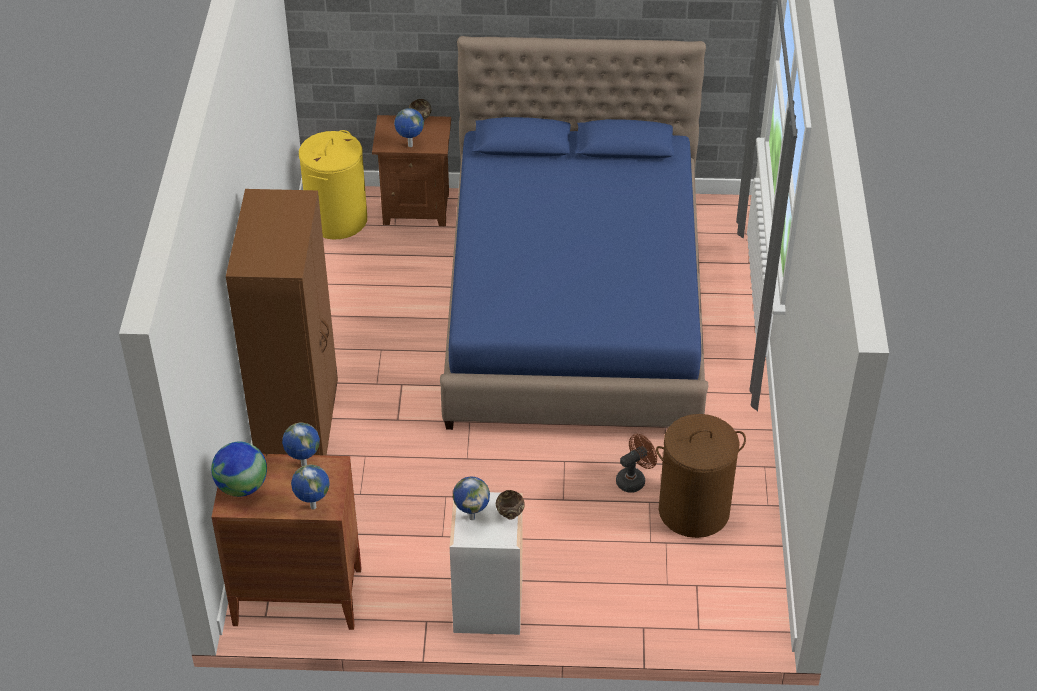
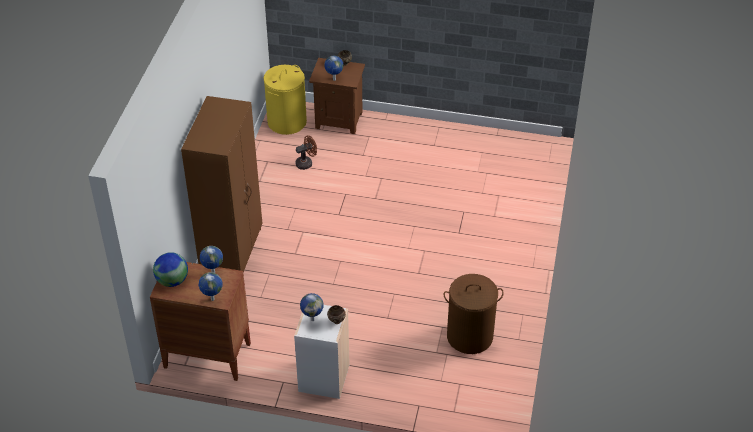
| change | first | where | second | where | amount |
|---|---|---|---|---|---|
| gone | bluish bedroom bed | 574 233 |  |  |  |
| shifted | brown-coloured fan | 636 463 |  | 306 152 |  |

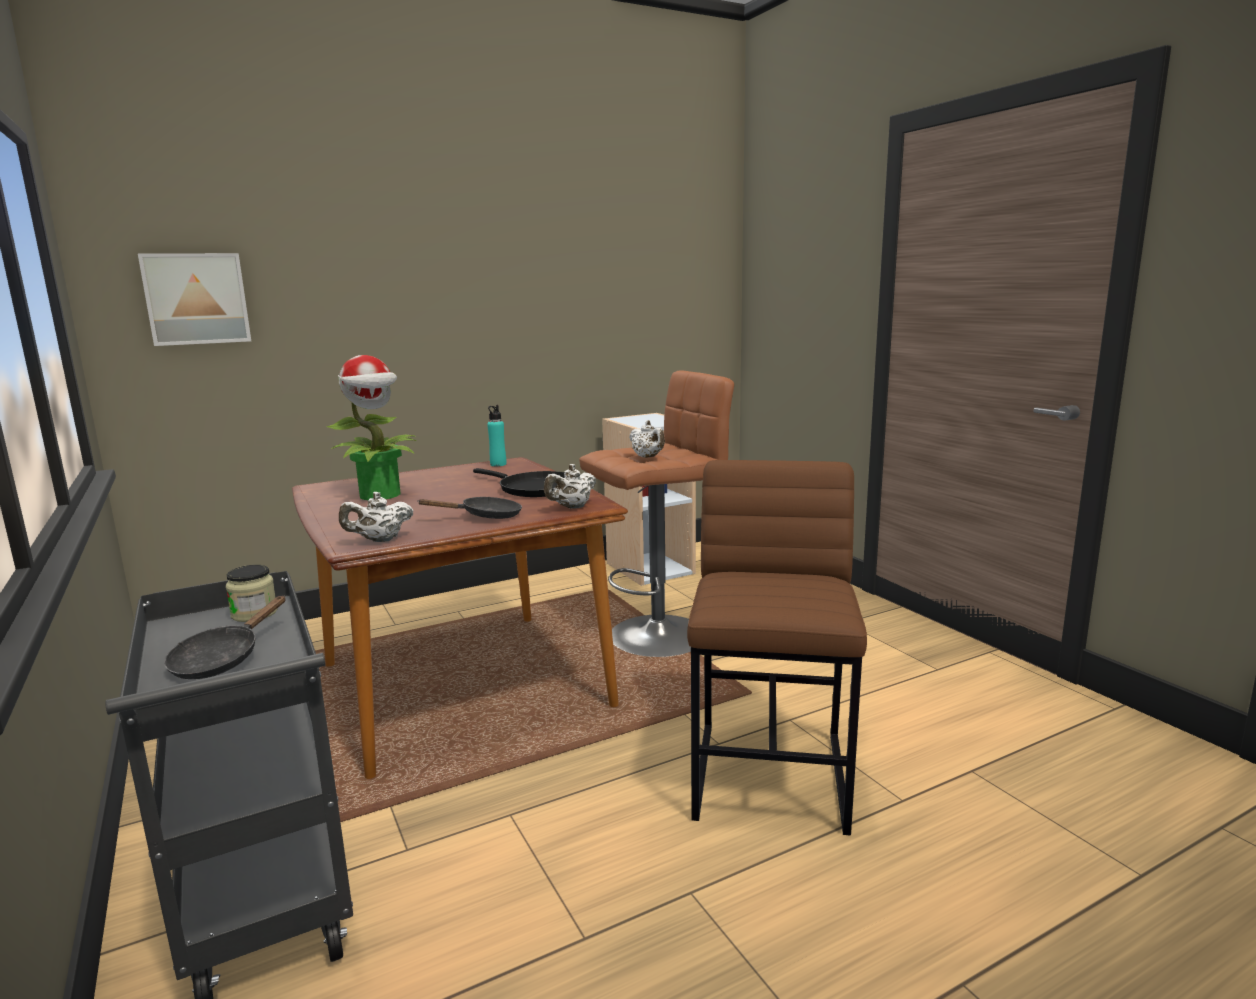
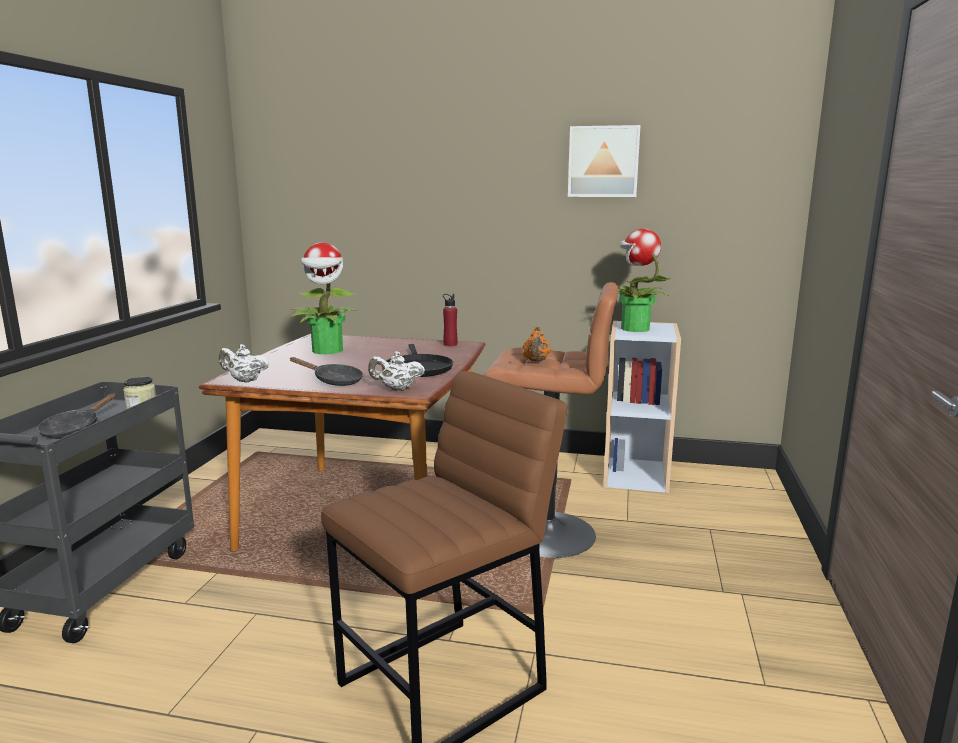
| change | first | where | second | where | amount |
|---|---|---|---|---|---|
| shifted | wall picture | 194 299 |  | 604 161 |  |
| rotated | black-coloured skillet | 225 637 |  | 76 416 | 45 degrees counterclockwise |
| repainted | turquoise-coloured drink bottle | 496 435 | red-coloured drink bottle | 450 320 |  |
| repainted | white teapot | 647 439 | orange-coloured teapot | 536 344 |  |
| new |  |  | houseplant | 644 280 |  |

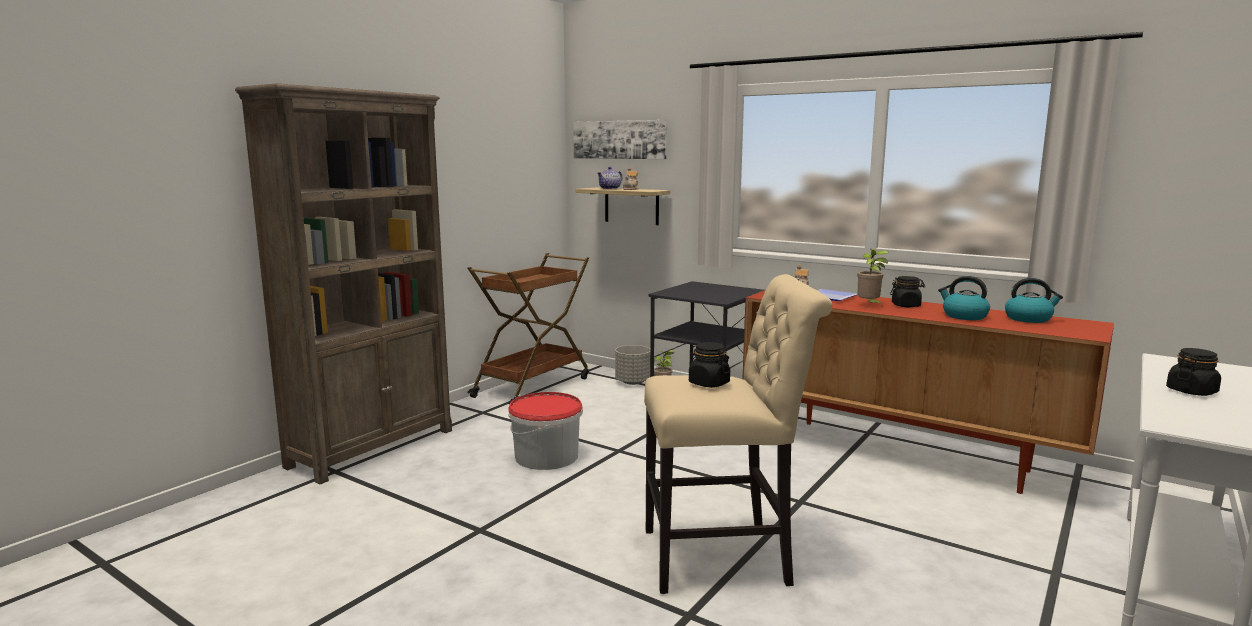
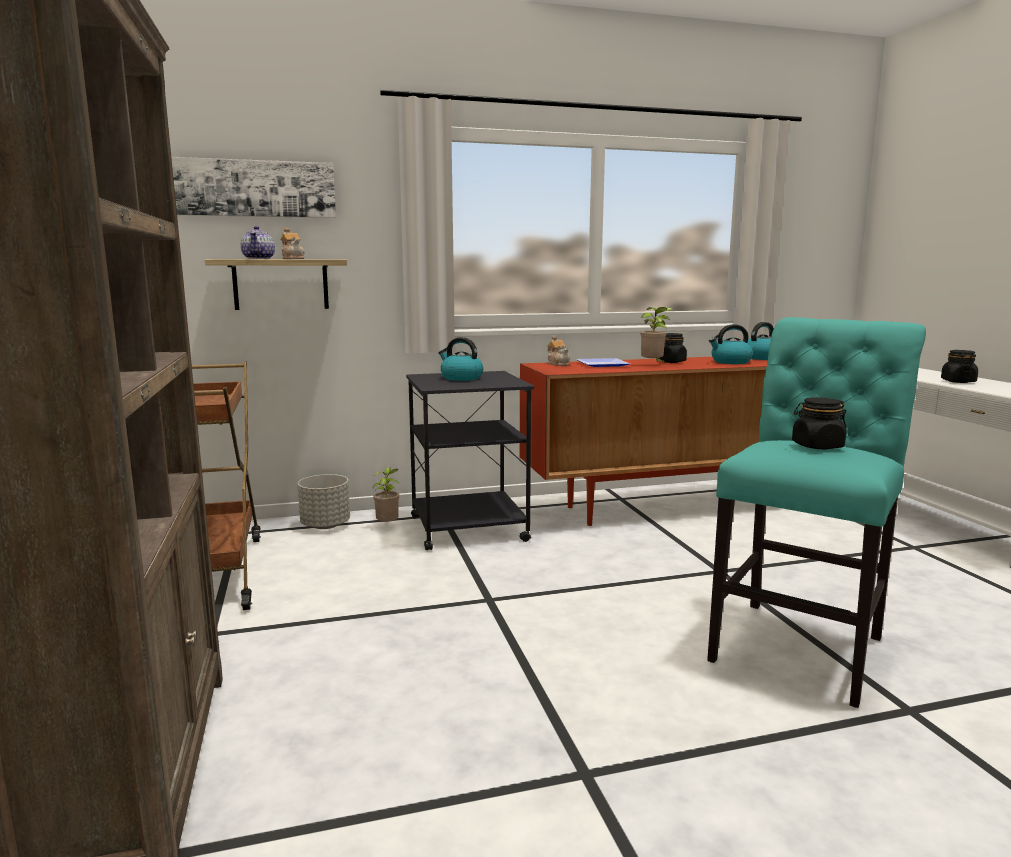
| change | first | where | second | where | amount |
|---|---|---|---|---|---|
| gone | water bucket | 545 431 |  |  |  |
| repainted | sand-coloured stool seat | 738 434 | turquoise-coloured stool seat | 816 512 |  |
| new |  |  | kettle | 461 359 |  |

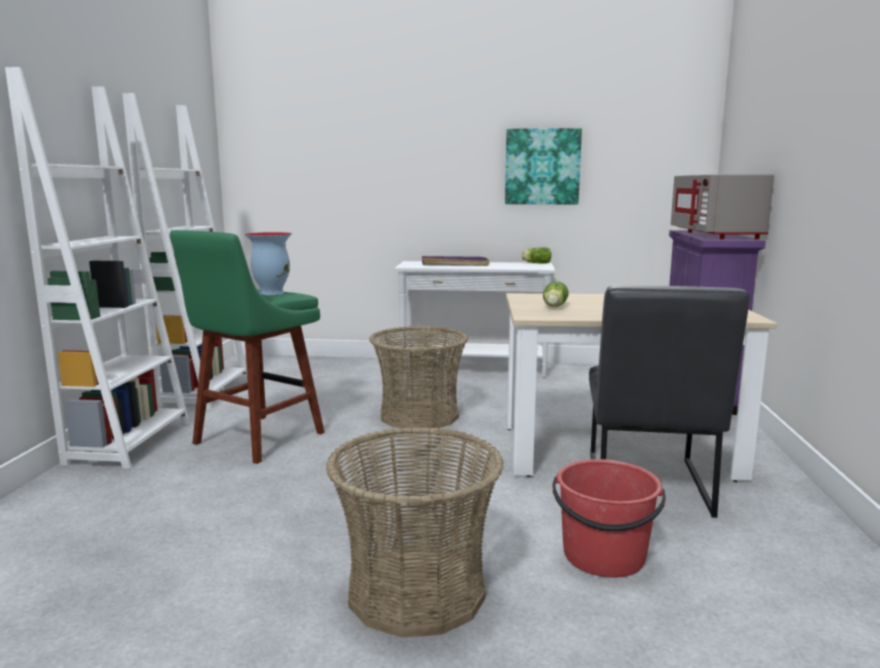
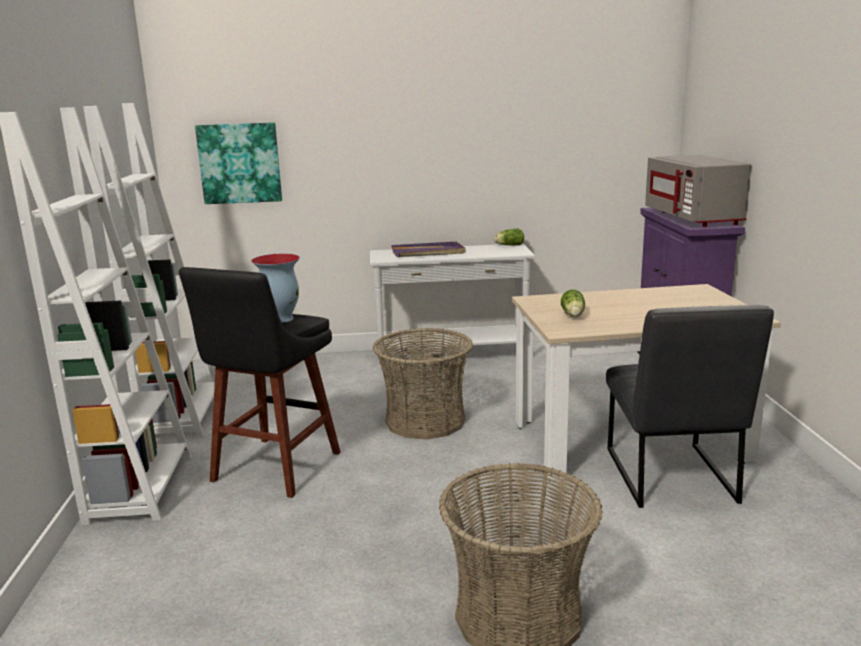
| change | first | where | second | where | amount |
|---|---|---|---|---|---|
| repainted | green-coloured stool seat | 247 347 | black-coloured stool seat | 259 382 |  |
| shifted | wall picture | 543 166 |  | 238 163 |  |
| gone | red-coloured water bucket | 609 518 |  |  |  |

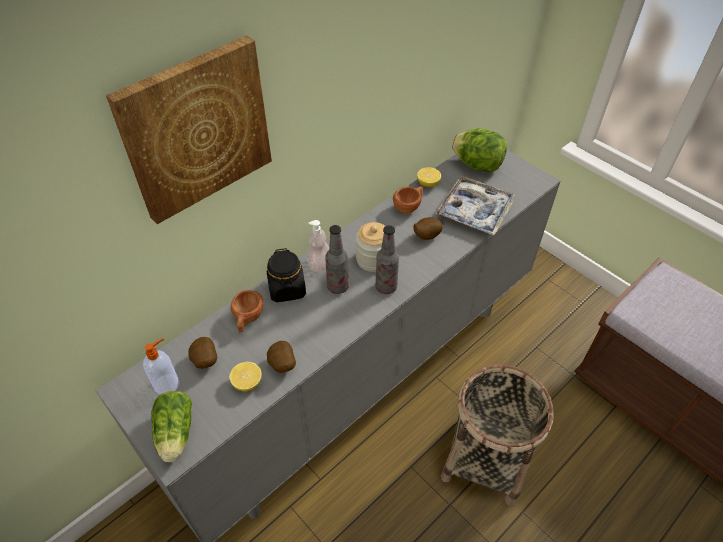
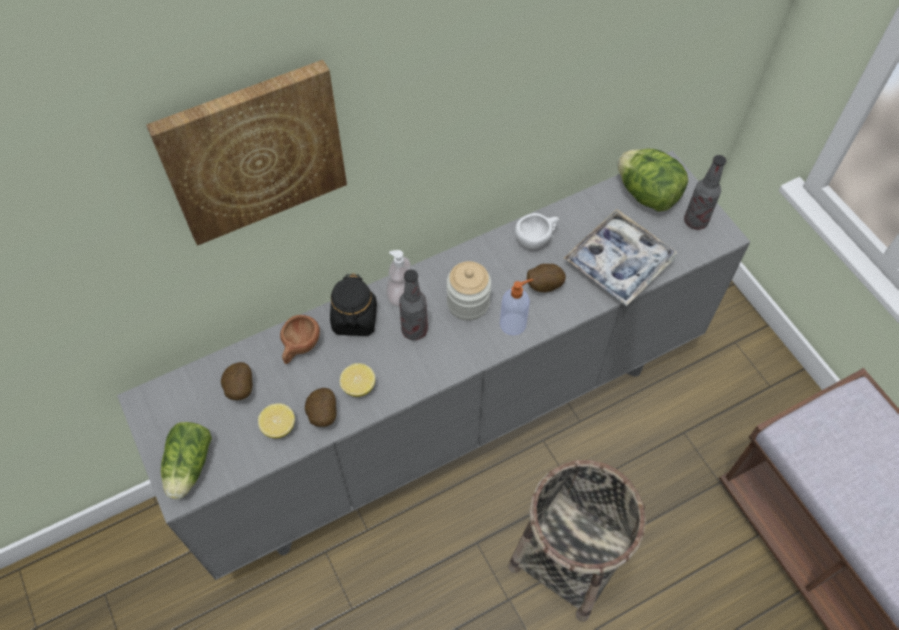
| change | first | where | second | where | amount |
|---|---|---|---|---|---|
| shifted | liquid soap bottle | 161 366 |  | 516 307 |  |
| shifted | drink bottle | 387 259 |  | 705 192 |  |
| repainted | brown-coloured drinking cup | 408 200 | white drinking cup | 537 231 |  |
| shifted | citrus fruit | 429 177 |  | 357 380 |  |

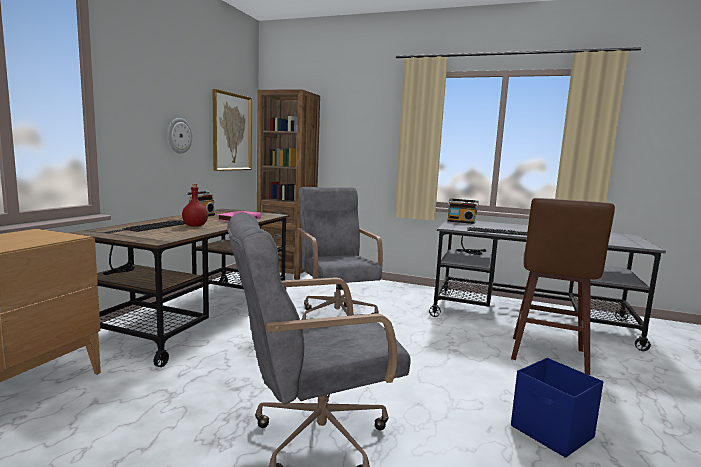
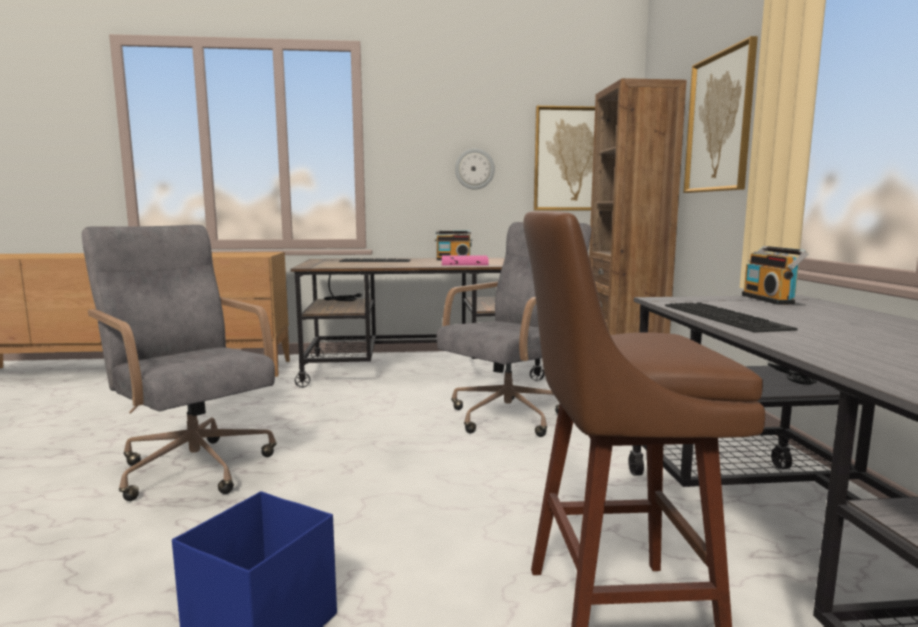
| change | first | where | second | where | amount |
|---|---|---|---|---|---|
| gone | red-coloured drink bottle | 195 205 |  |  |  |
| new |  |  | wall picture | 721 114 |  |

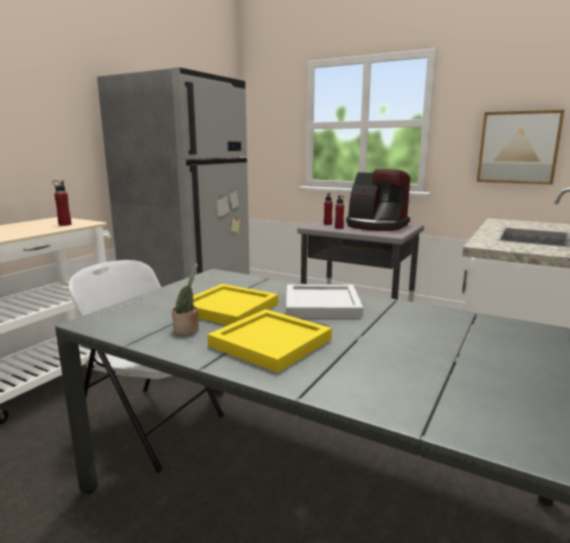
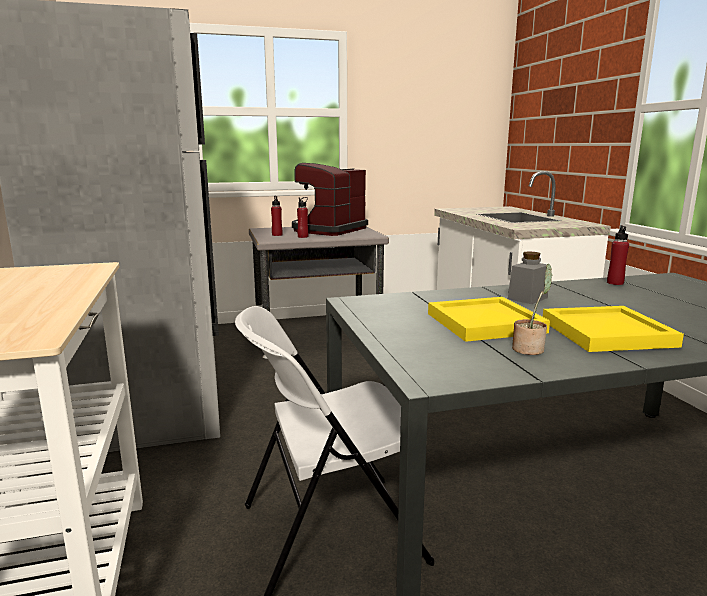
| change | first | where | second | where | amount |
|---|---|---|---|---|---|
| shifted | red-coloured drink bottle | 62 203 |  | 618 255 |  |
| swapped | white carrying tray | 324 301 | gray storage jar | 528 277 |  |
| rotated | coffee brewer | 378 200 |  | 330 199 | 135 degrees clockwise |
| gone | wall picture | 521 147 |  |  |  |

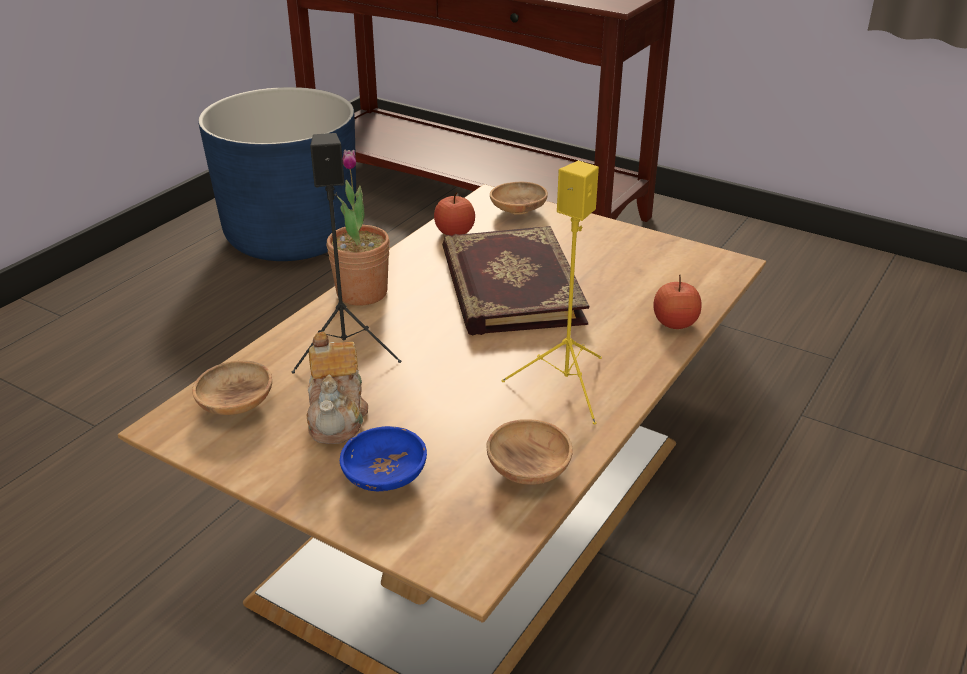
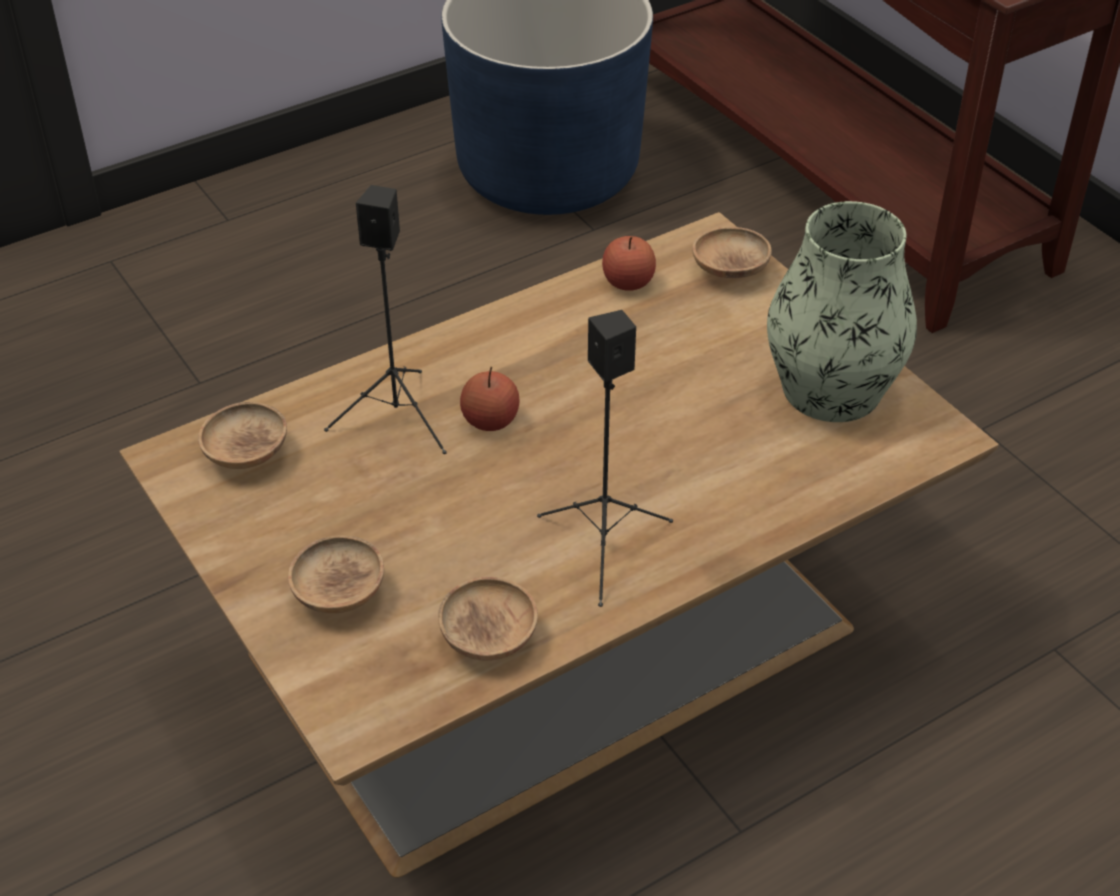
| change | first | where | second | where | amount |
|---|---|---|---|---|---|
| gone | teapot | 337 387 |  |  |  |
| gone | houseplant | 358 228 |  |  |  |
| repainted | bluish deep dish | 383 458 | brown-coloured deep dish | 336 574 |  |
| gone | bound book | 515 280 |  |  |  |
| repainted | yellowish loudspeaker | 552 292 | black-coloured loudspeaker | 605 458 |  |
| shifted | whole apple | 677 301 |  | 490 399 |  |
| new |  |  | vase | 842 311 |  |

